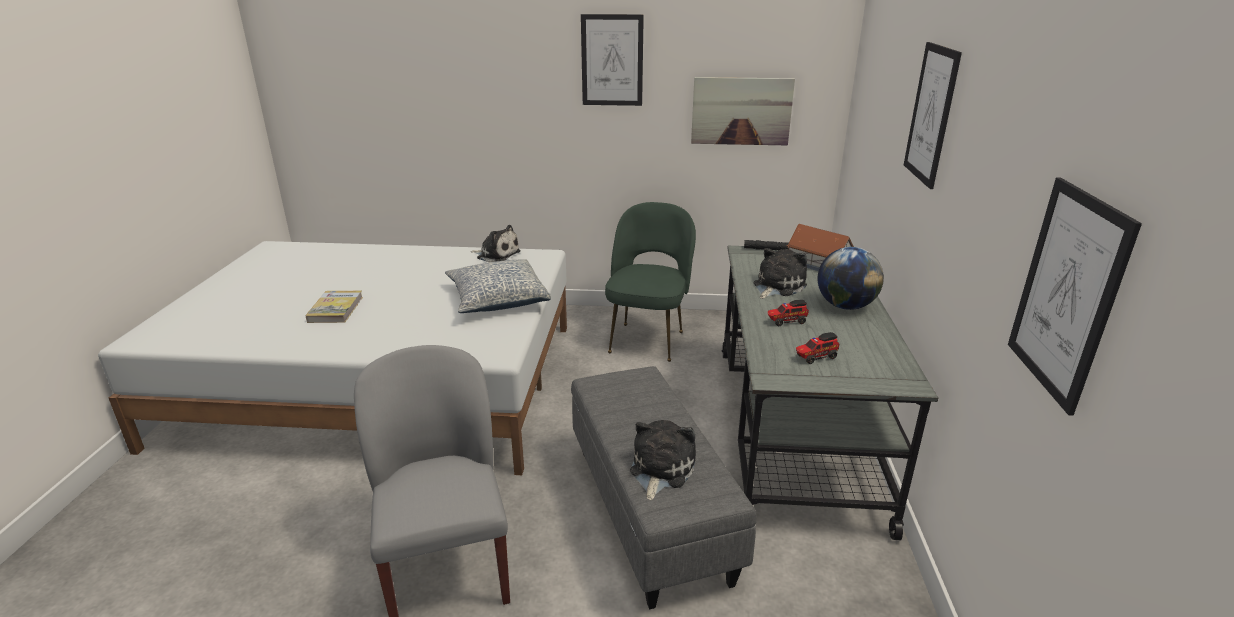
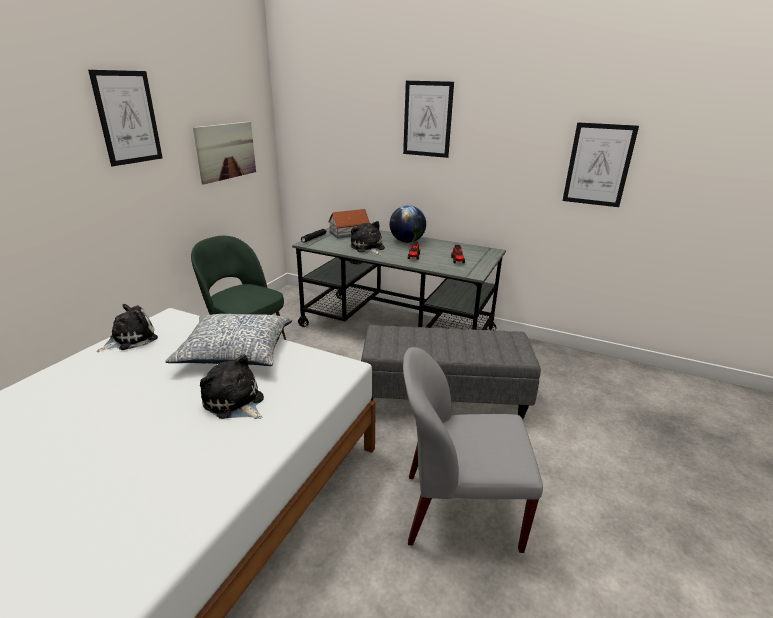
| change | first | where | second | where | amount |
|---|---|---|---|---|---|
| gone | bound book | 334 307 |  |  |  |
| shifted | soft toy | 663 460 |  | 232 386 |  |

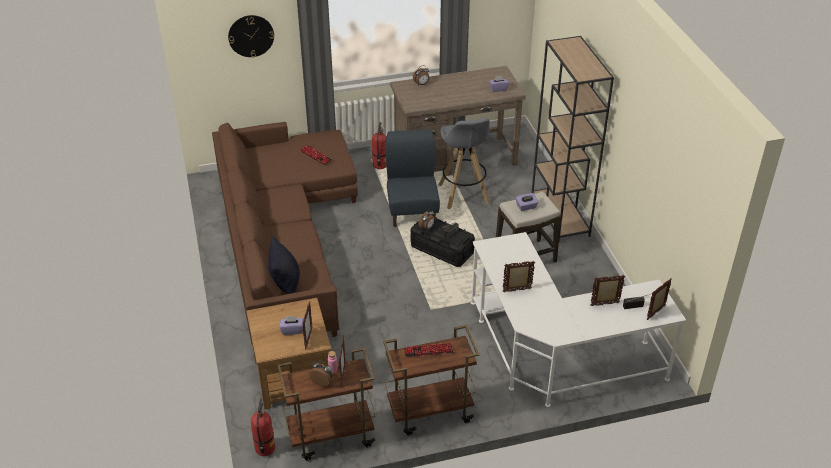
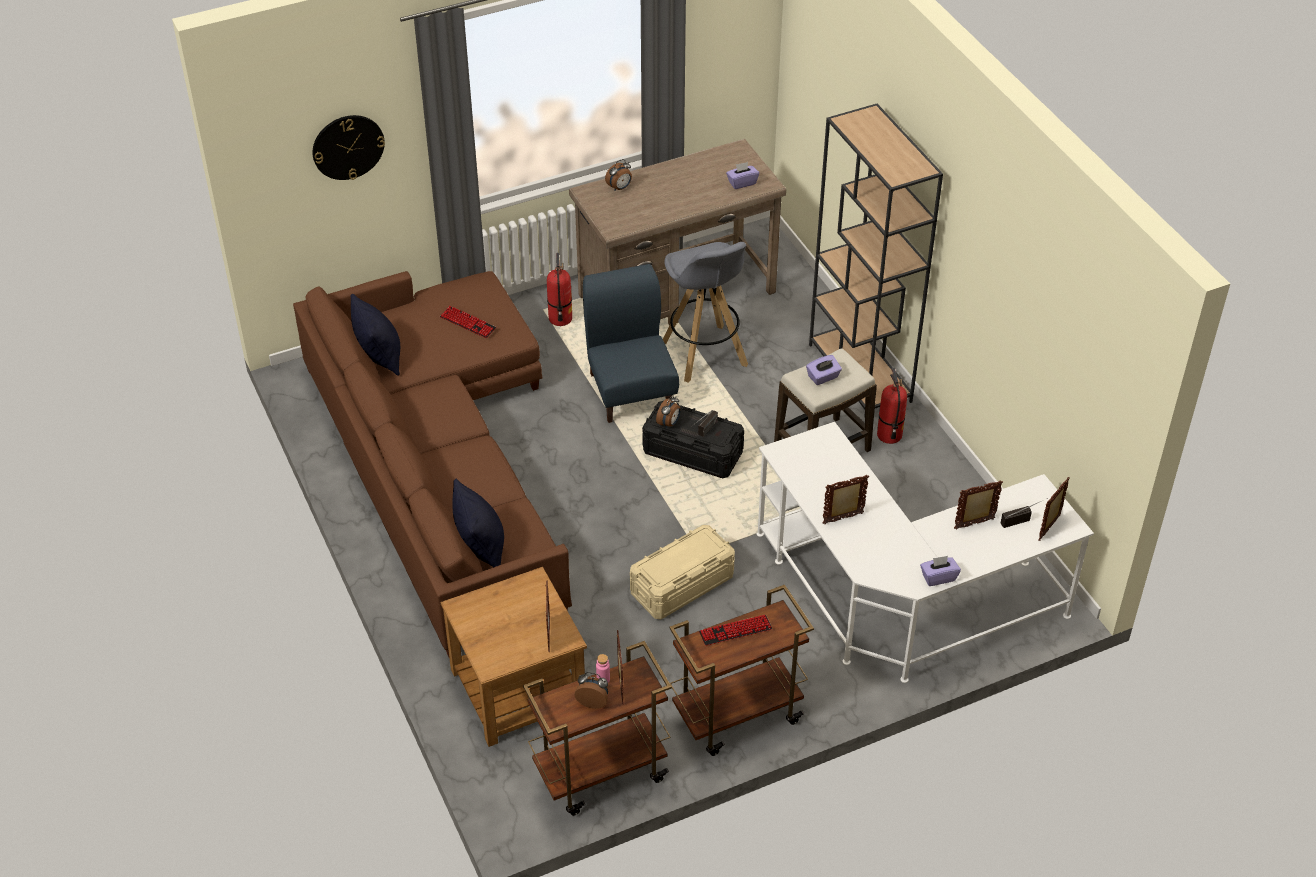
| change | first | where | second | where | amount |
|---|---|---|---|---|---|
| shifted | fire extinguisher | 263 427 |  | 892 406 |  |
| shifted | purple-coloured tissue holder | 291 325 |  | 940 571 |  |
| new |  |  | black-coloured cushion | 375 335 |  |
| new |  |  | sand-coloured storage container | 682 572 |  |

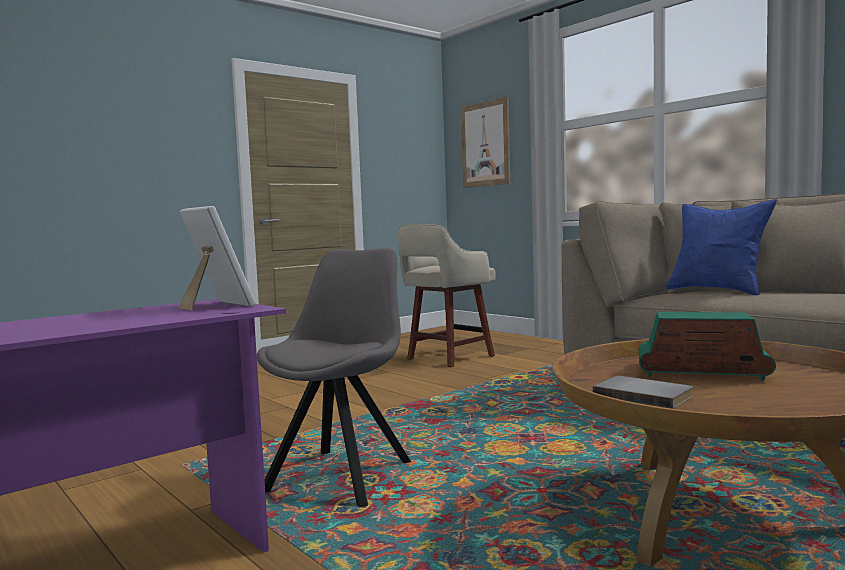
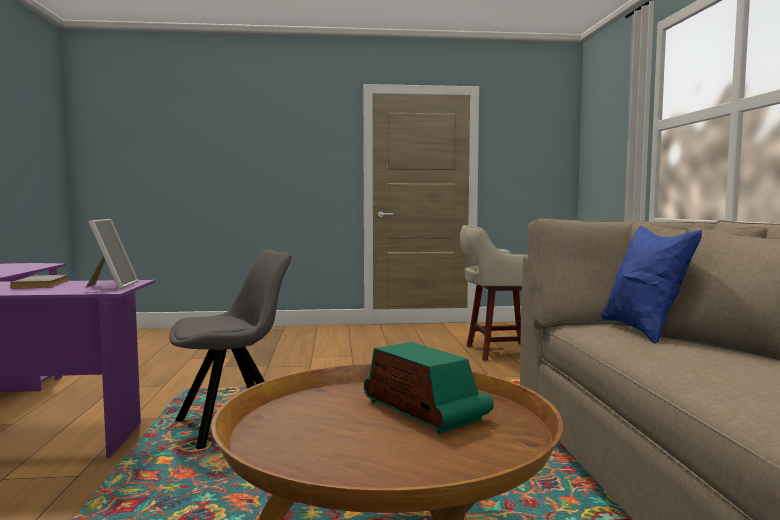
| change | first | where | second | where | amount |
|---|---|---|---|---|---|
| gone | wall picture | 485 142 |  |  |  |
| shifted | gray bound book | 643 392 |  | 39 282 |  |

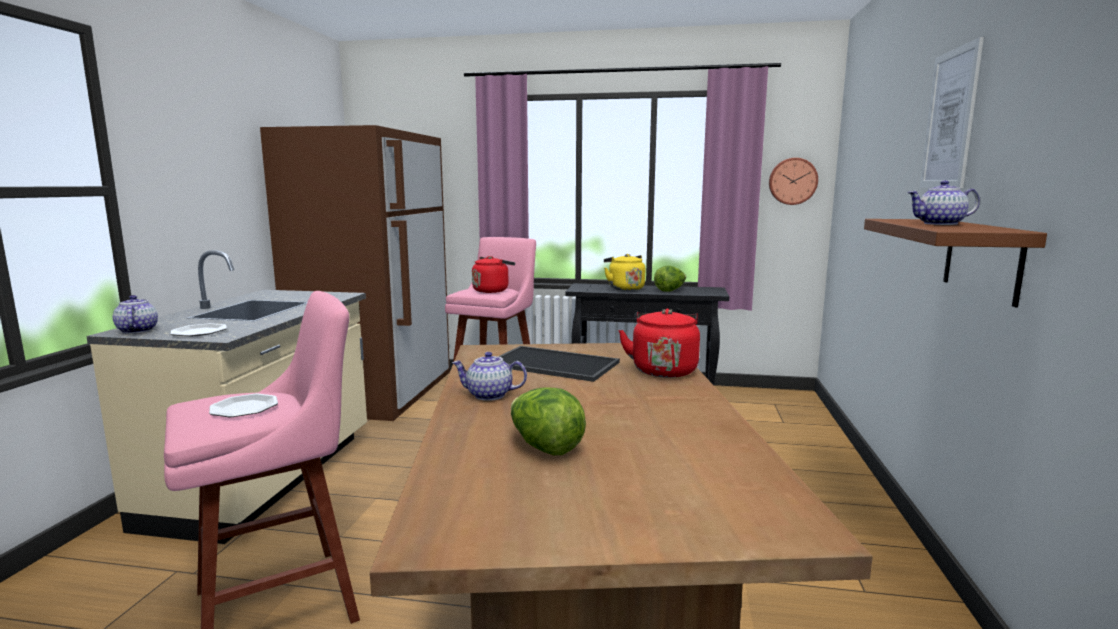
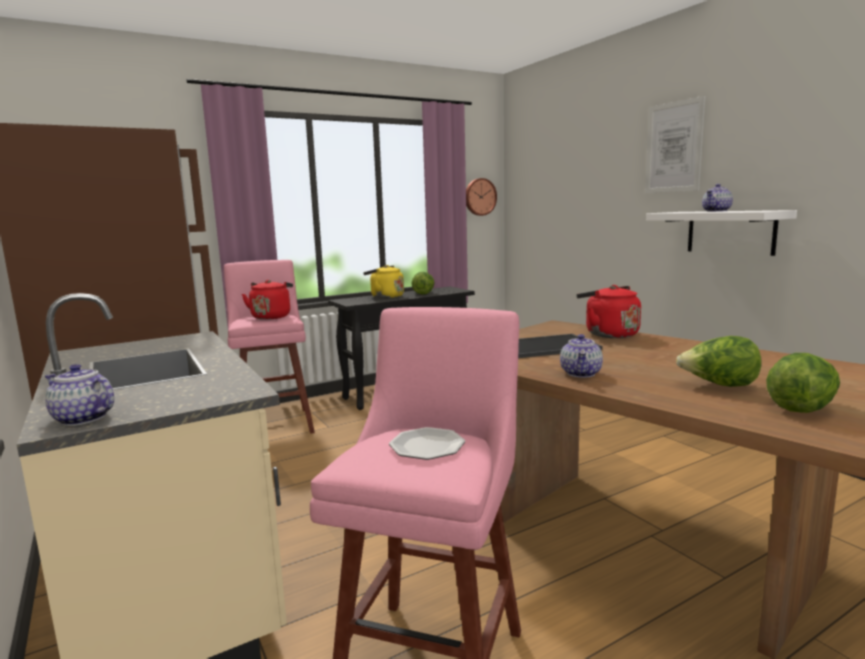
| change | first | where | second | where | amount |
|---|---|---|---|---|---|
| gone | flat dish | 199 329 |  |  |  |
| rotated | teapot | 489 376 |  | 581 356 | 45 degrees counterclockwise |
| repainted | brown-coloured wall shelf | 955 263 | white wall shelf | 721 233 |  |
| new |  |  | lettuce head | 803 383 |  |

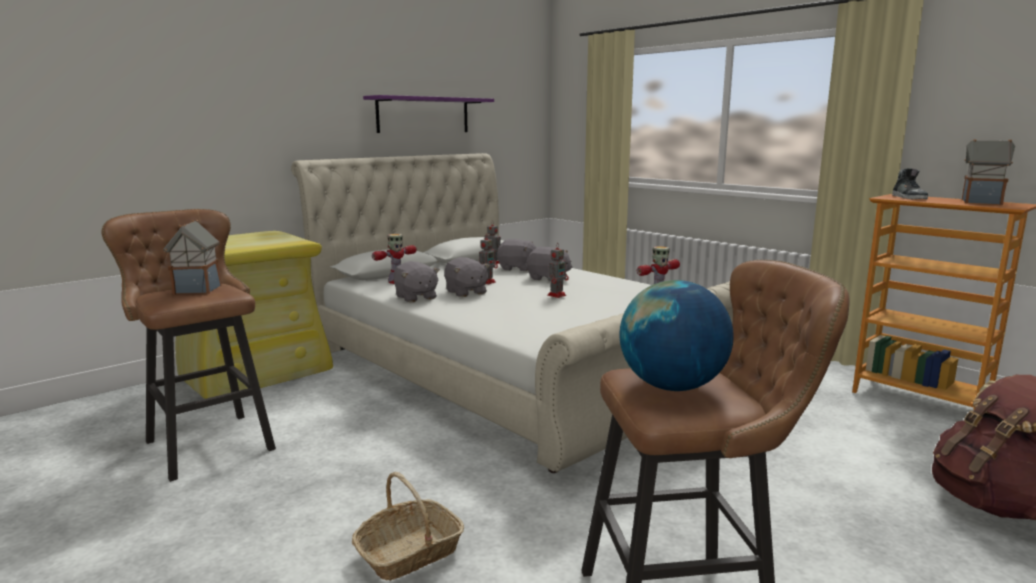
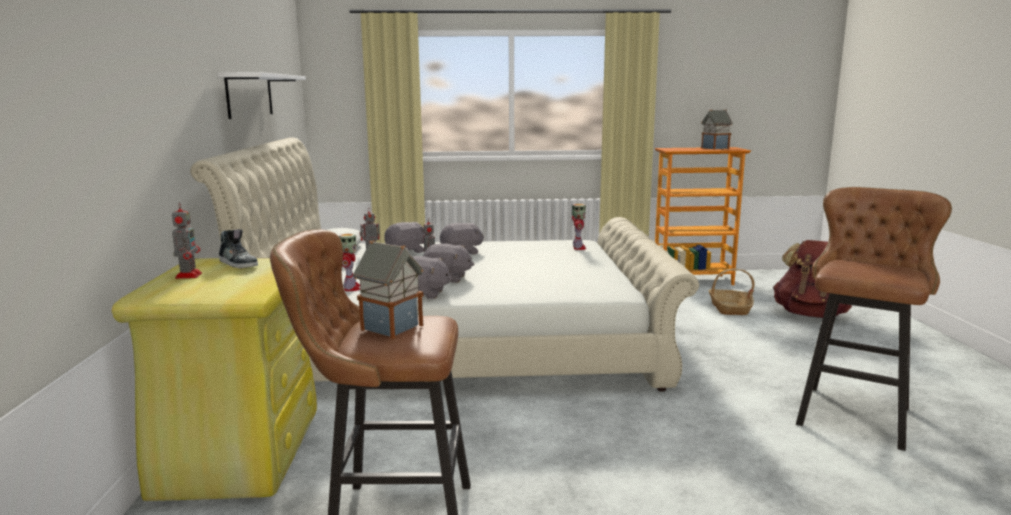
| change | first | where | second | where | amount |
|---|---|---|---|---|---|
| shifted | household basket | 408 526 |  | 732 292 |  |
| repainted | purple-coloured wall shelf | 428 114 | white wall shelf | 262 95 |  |
| shifted | model robot | 558 271 |  | 187 240 |  |
| gone | world globe | 677 335 |  |  |  |
| shifted | shoe | 910 183 |  | 238 248 |  |

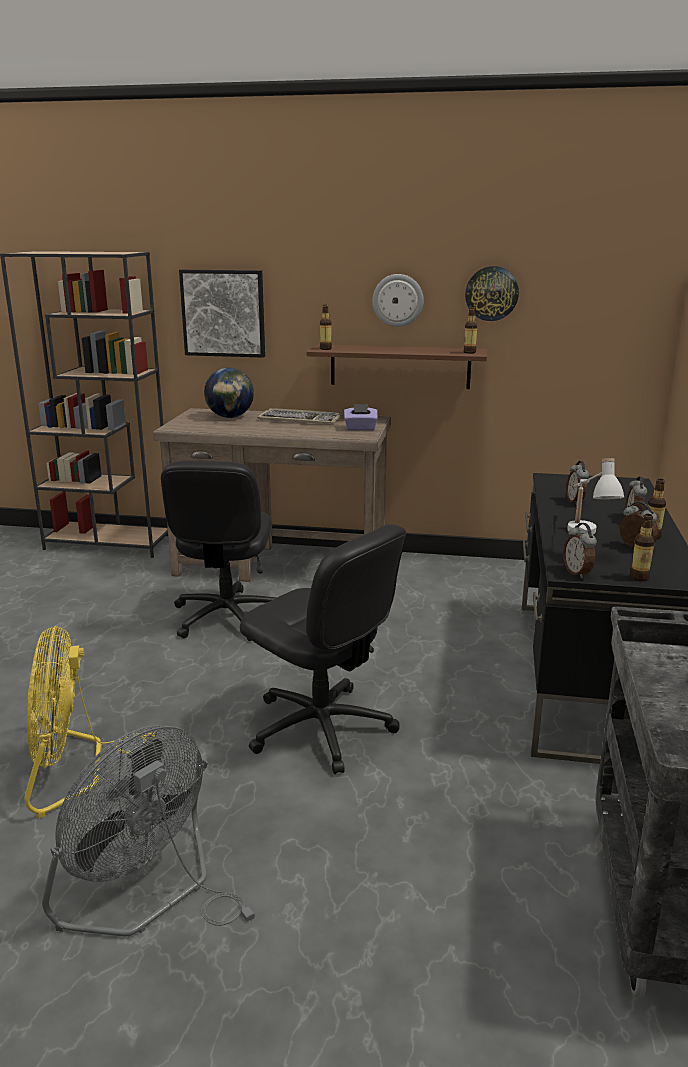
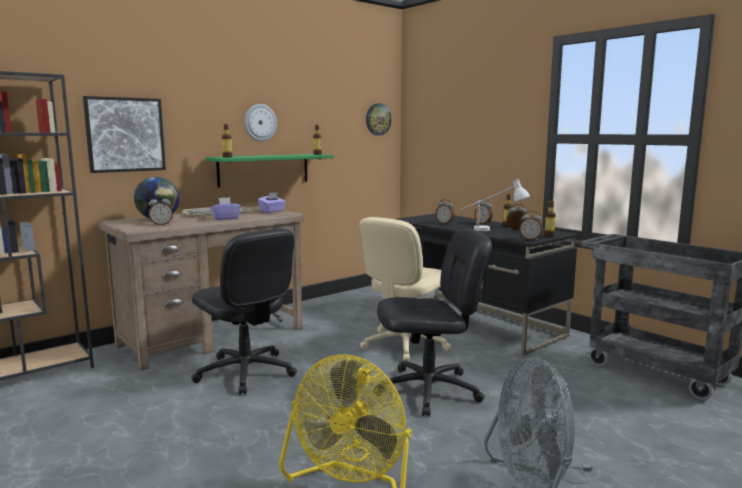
| change | first | where | second | where | amount |
|---|---|---|---|---|---|
| repainted | brown-coloured wall shelf | 397 366 | green-coloured wall shelf | 269 171 |  |
| shifted | wall clock | 492 293 |  | 378 119 |  |
| new |  |  | table clock | 160 210 |  |
| new |  |  | purple-coloured tissue holder | 225 208 |  |
| new |  |  | sand-coloured desk chair | 405 289 |  |

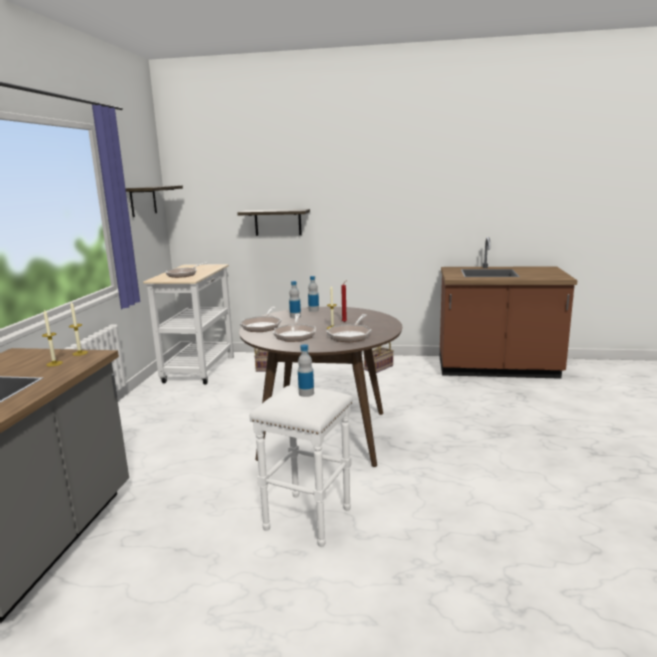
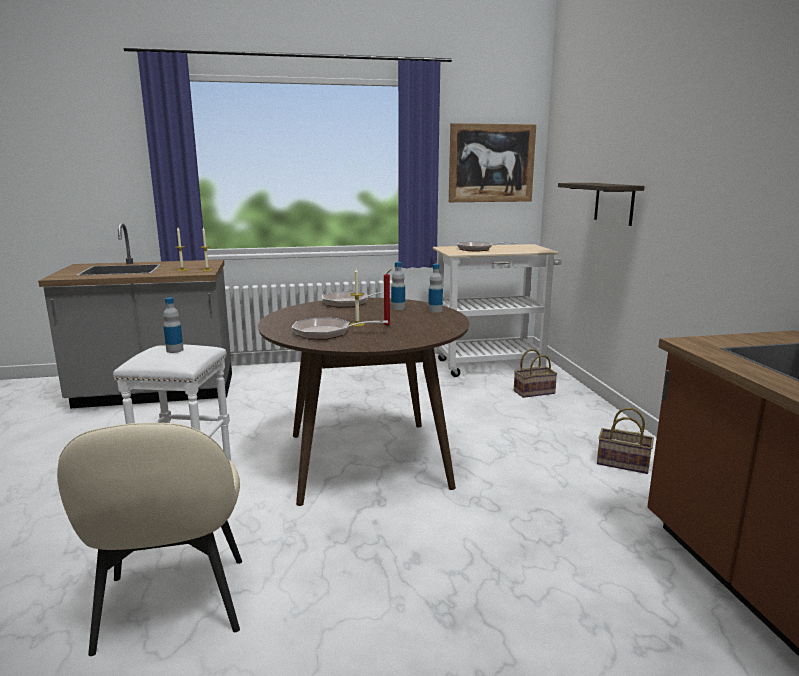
| change | first | where | second | where | amount |
|---|---|---|---|---|---|
| swapped | wall shelf | 154 201 | wall picture | 492 162 |  |
| gone | skillet | 294 328 |  |  |  |
| new |  |  | sand-coloured upright chair | 149 539 |  |

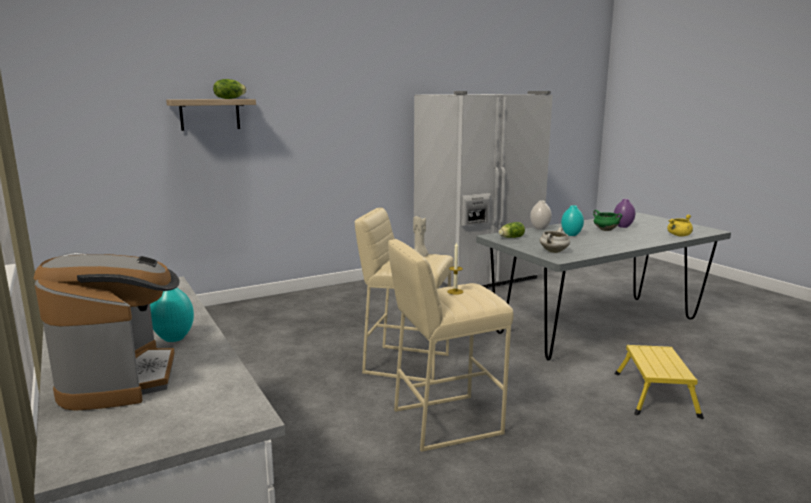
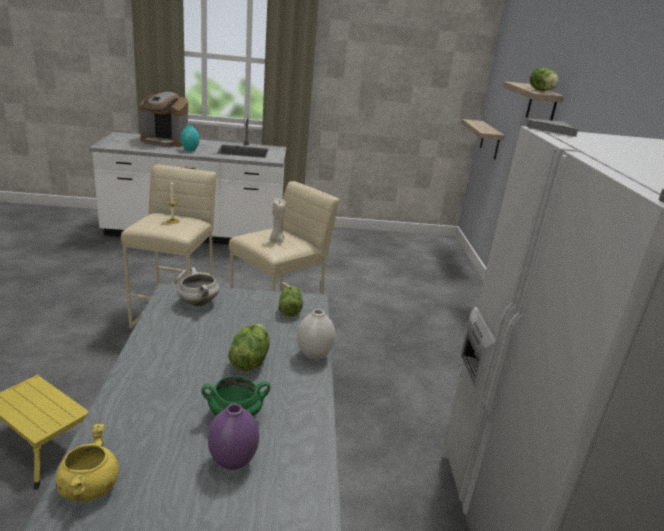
| change | first | where | second | where | amount |
|---|---|---|---|---|---|
| swapped | turquoise-coloured vase | 572 220 | lettuce head | 249 347 |  |
| new |  |  | wall shelf | 482 139 |  |

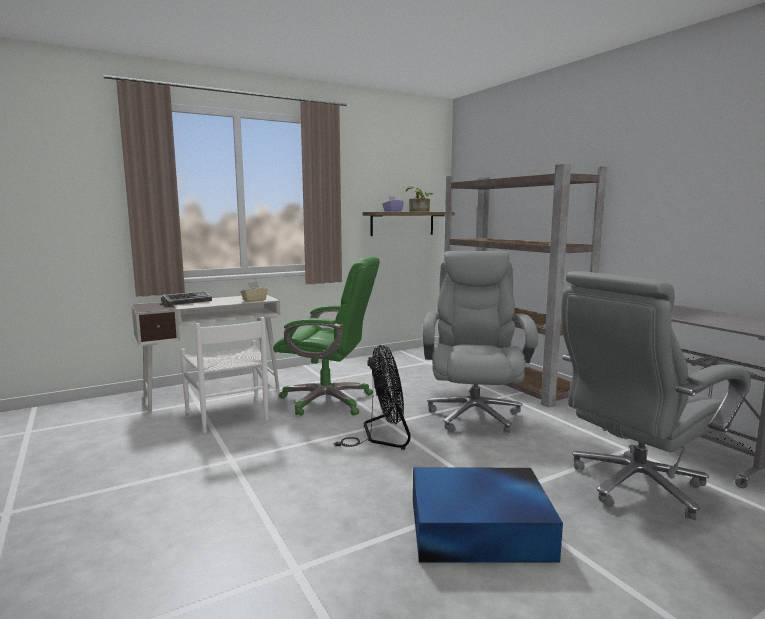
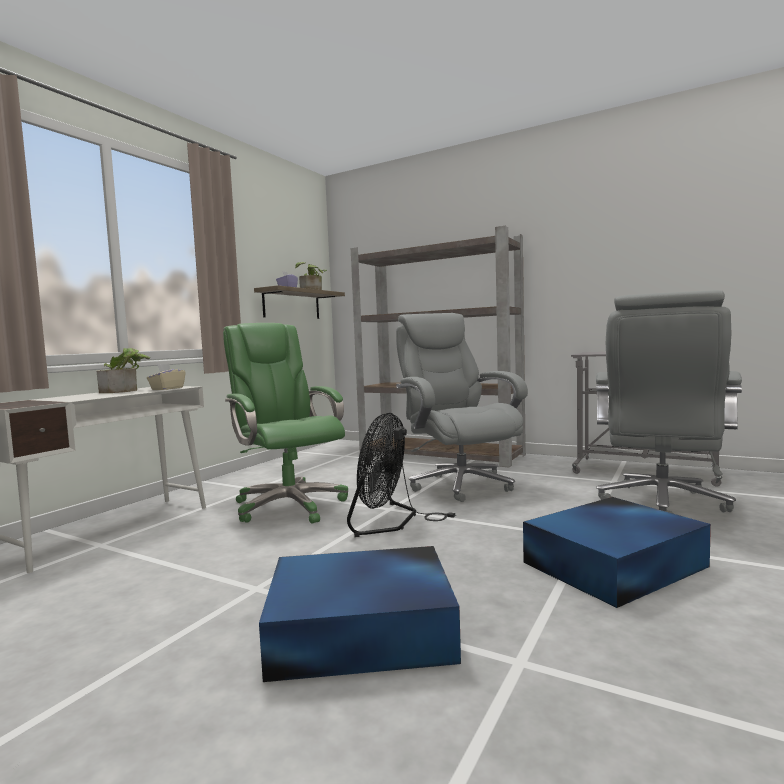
| change | first | where | second | where | amount |
|---|---|---|---|---|---|
| gone | PC keyboard | 186 298 |  |  |  |
| gone | white upright chair | 224 375 |  |  |  |
| rotated | green-coloured desk chair | 326 336 |  | 285 423 | 105 degrees counterclockwise |
| rotated | black-coloured fan | 372 397 |  | 401 475 | 120 degrees counterclockwise |
| new |  |  | houseplant | 123 370 |  |
| new |  |  | bluish storage container | 360 614 |  |

